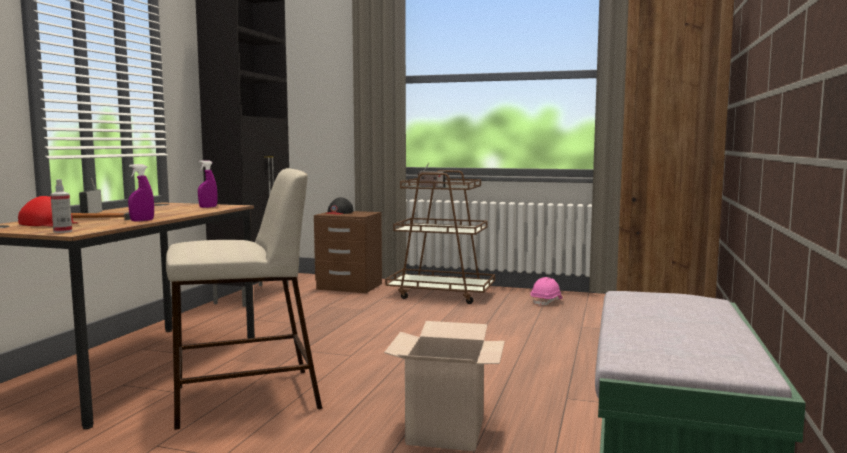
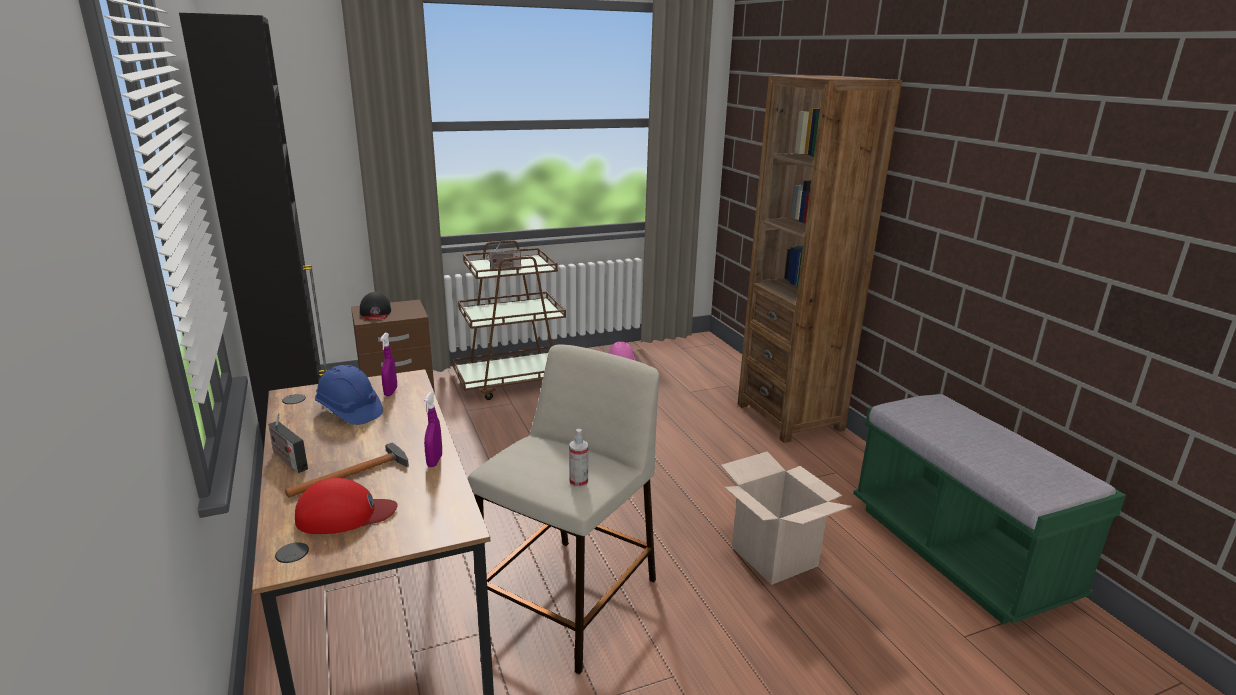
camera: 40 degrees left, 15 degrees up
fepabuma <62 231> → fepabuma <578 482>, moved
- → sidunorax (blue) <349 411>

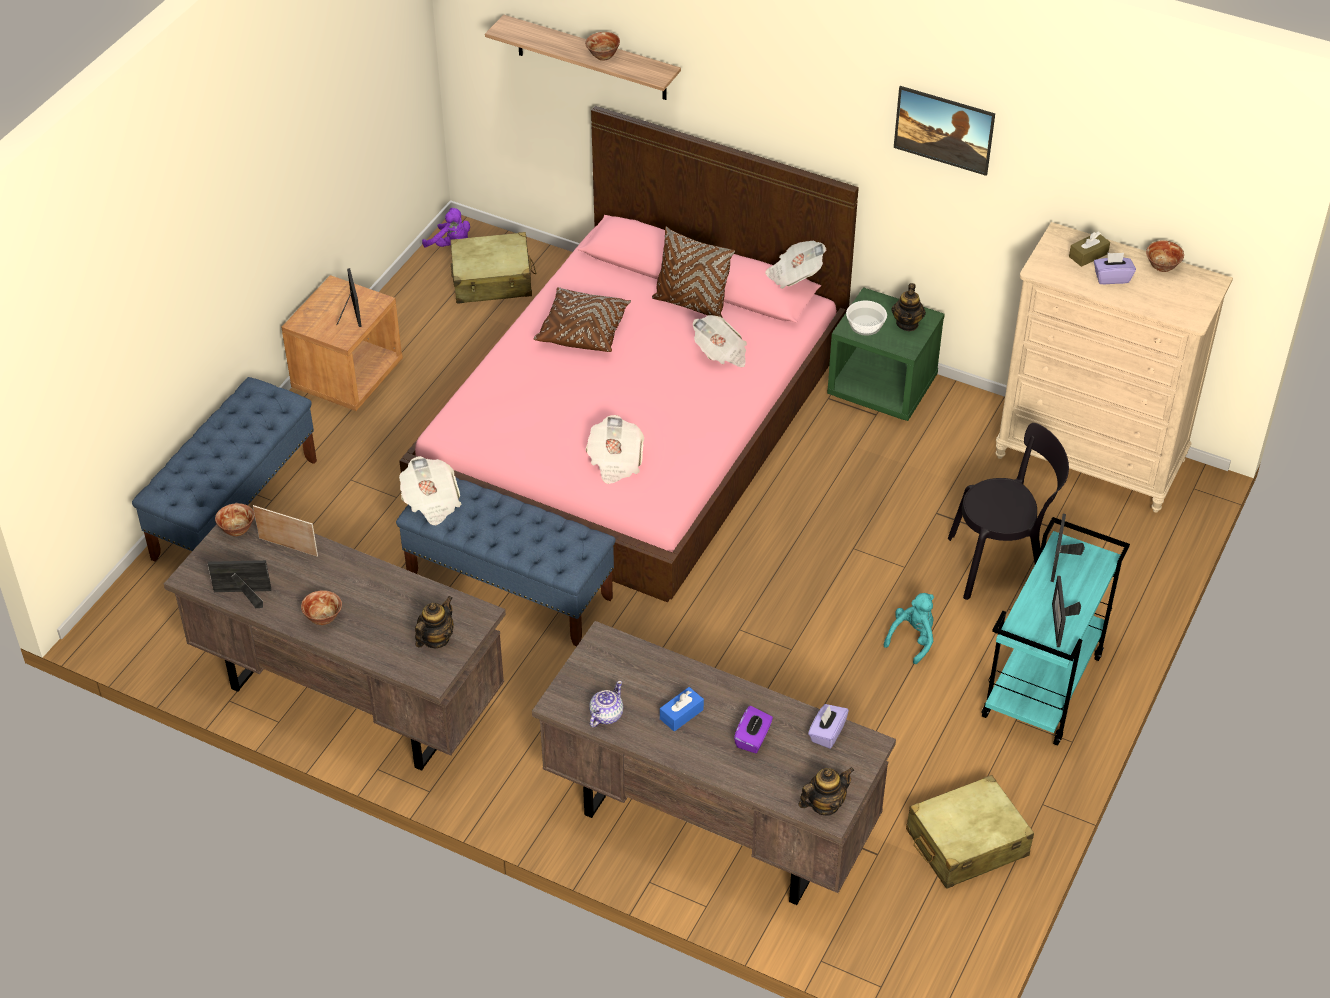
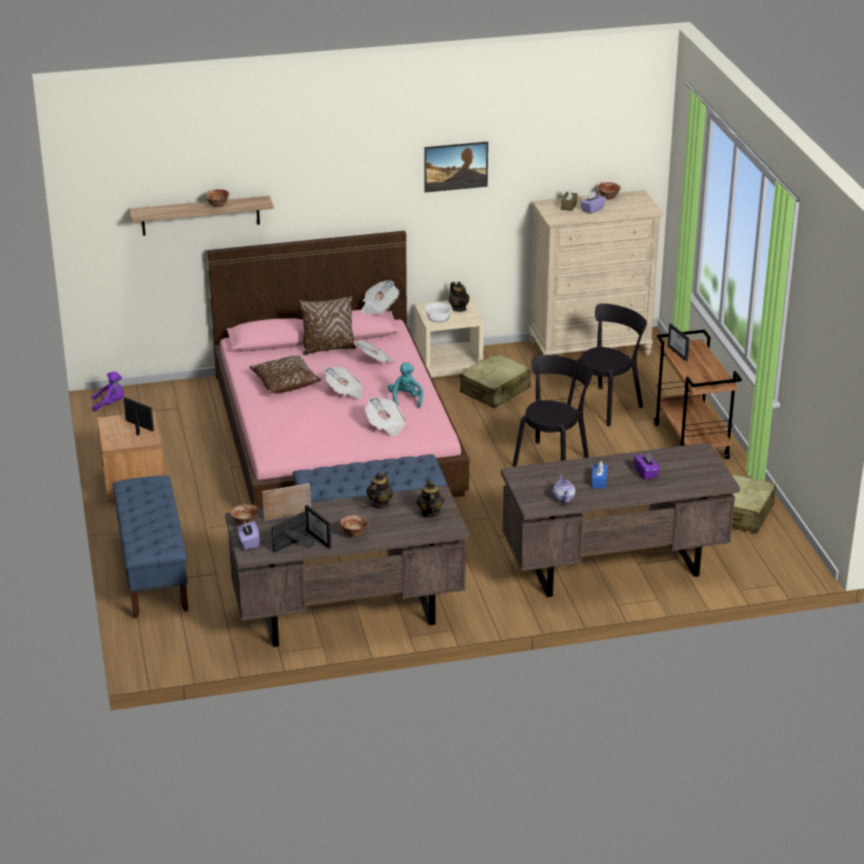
camera: 40 degrees left, 15 degrees down
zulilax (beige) <492 280> → zulilax (beige) <495 390>, moved
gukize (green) <882 388> → gukize (beige) <448 364>
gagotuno <431 502> → gagotuno <345 392>, moved
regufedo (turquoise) <1042 688> → regufedo (brown) <692 442>
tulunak <1062 626> → tulunak <322 538>, moved
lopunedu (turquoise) <912 639> → lopunedu (turquoise) <405 400>, moved
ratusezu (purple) <827 733> → ratusezu (purple) <248 542>, moved
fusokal <824 804> → fusokal <379 504>, moved
- → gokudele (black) <552 460>

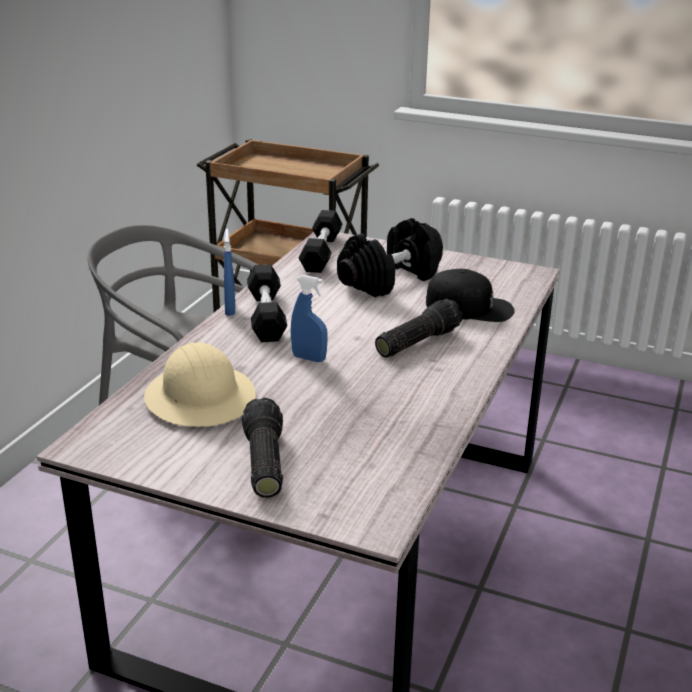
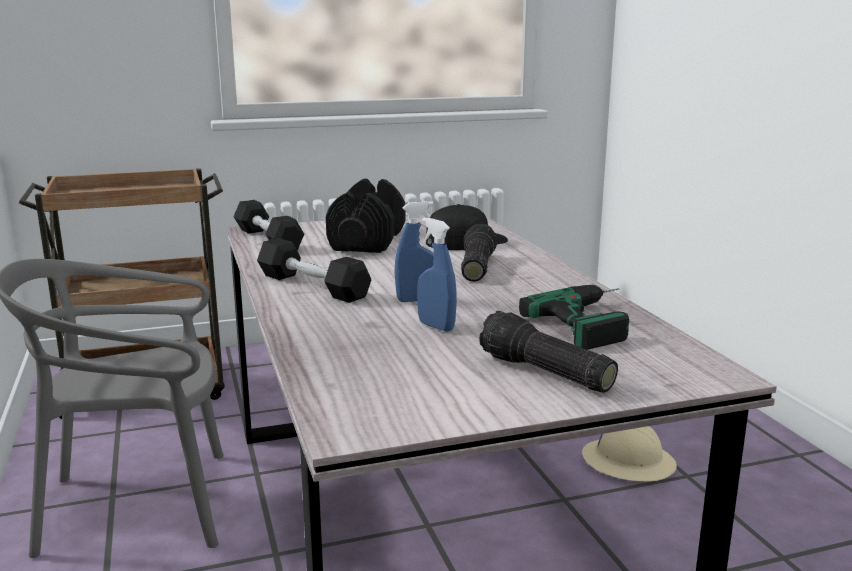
camera: 40 degrees left, 10 degrees down
fepabuma (blue) <230 309> → fepabuma (blue) <436 326>, moved
sidunorax (beige) <201 398> → sidunorax (beige) <628 461>, moved
- → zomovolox <596 321>

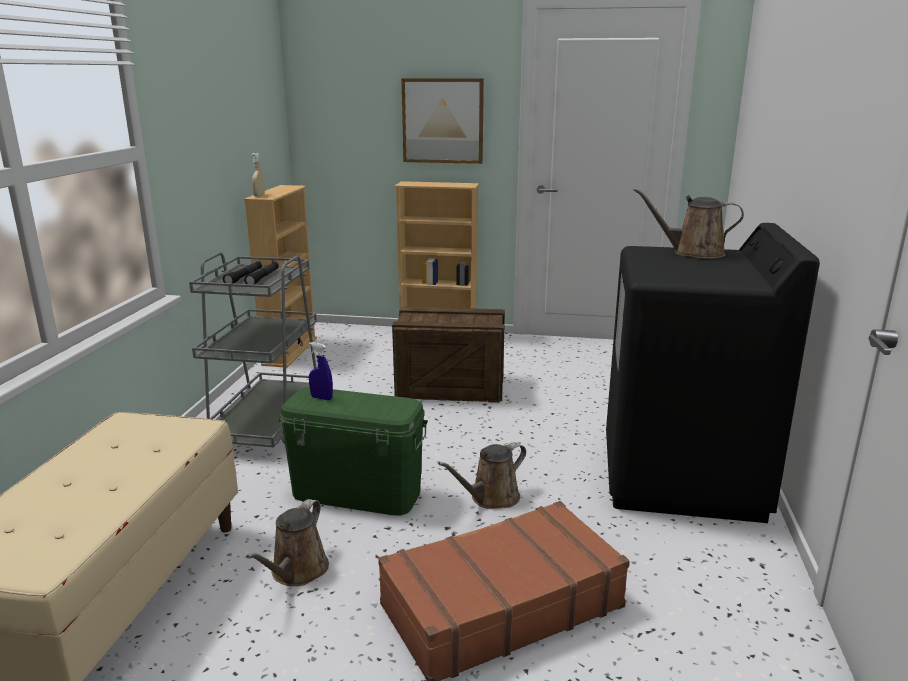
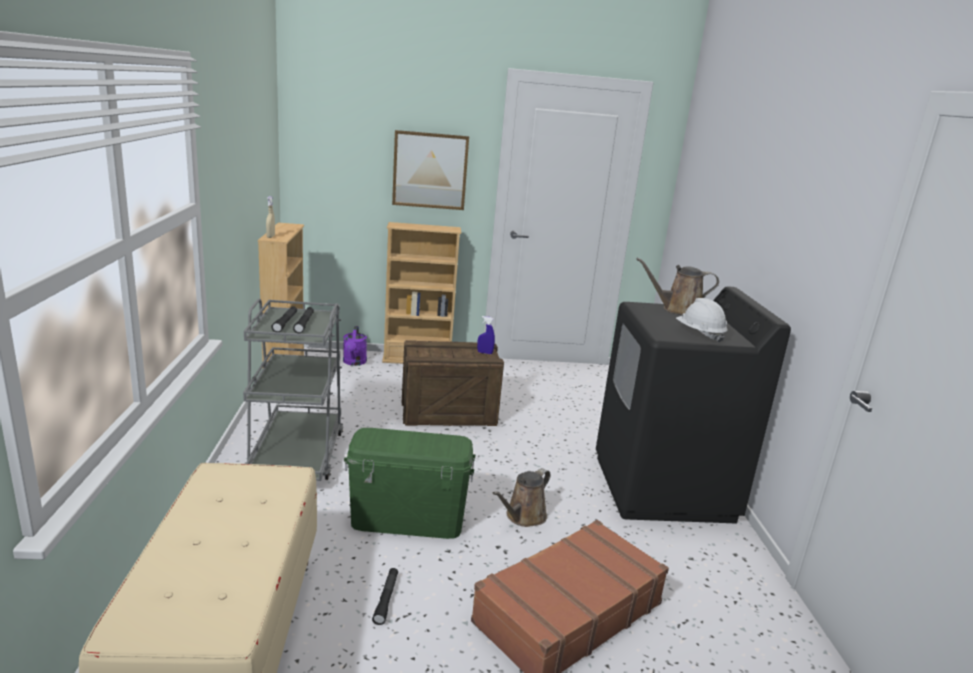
camera: 15 degrees left, 0 degrees up
fepabuma (blue) <321 398> → fepabuma (blue) <485 353>, moved
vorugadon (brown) <297 572> → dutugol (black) <386 599>
- → sidunorax (white) <699 334>
- → vorugadon (purple) <354 362>

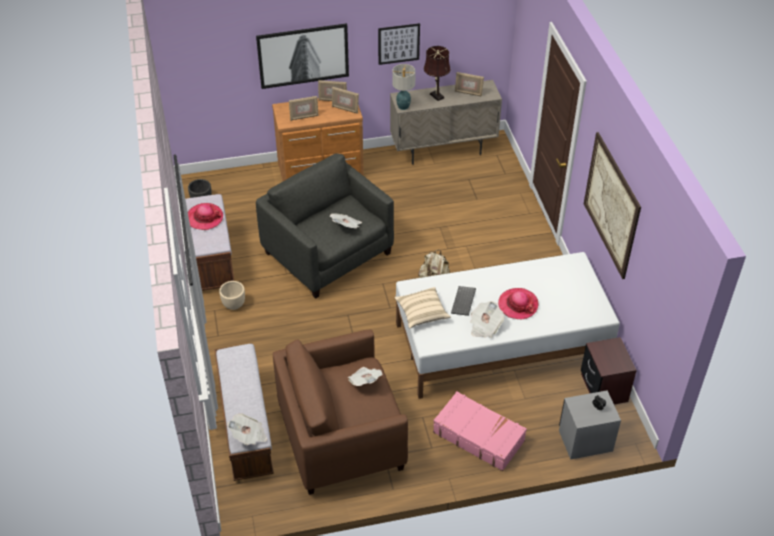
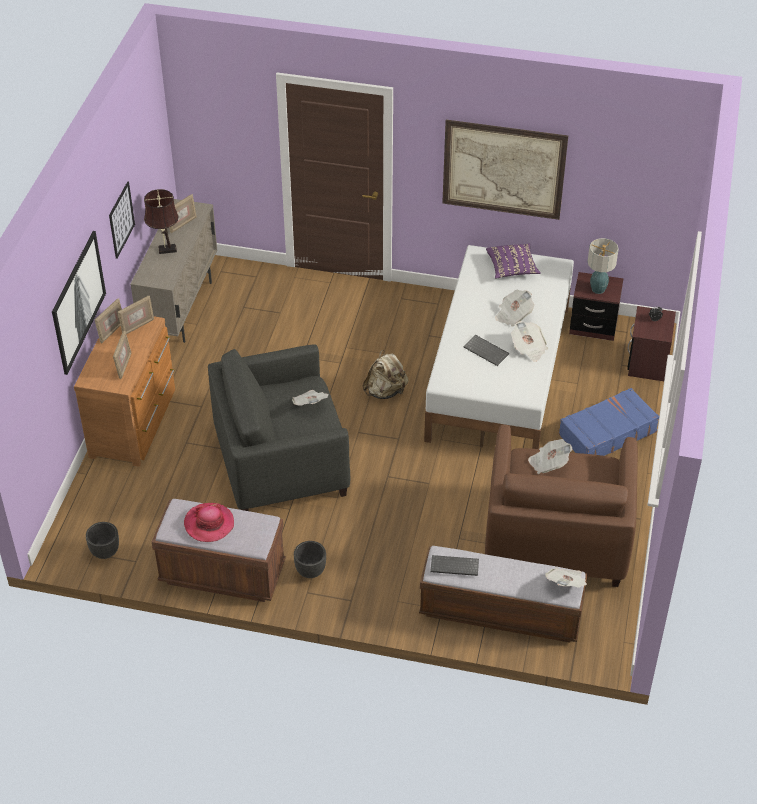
camera: 65 degrees left, 0 degrees up
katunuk <403 106> → katunuk <598 289>, moved
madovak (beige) <234 305> → madovak (black) <311 571>
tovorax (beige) <422 313> → -
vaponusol <518 305> → gagotuno <513 315>
gukize (grey) <585 440> → gukize (brown) <647 363>
zulilax (pink) <478 436> → zulilax (blue) <606 433>
- → tovorax (purple) <512 268>
- → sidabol <453 567>

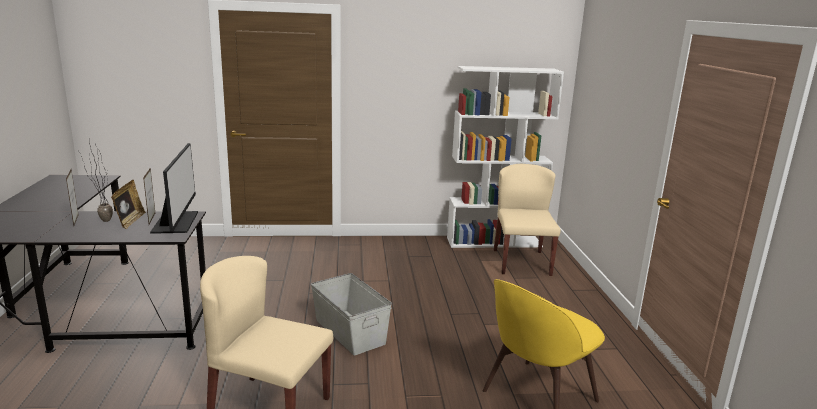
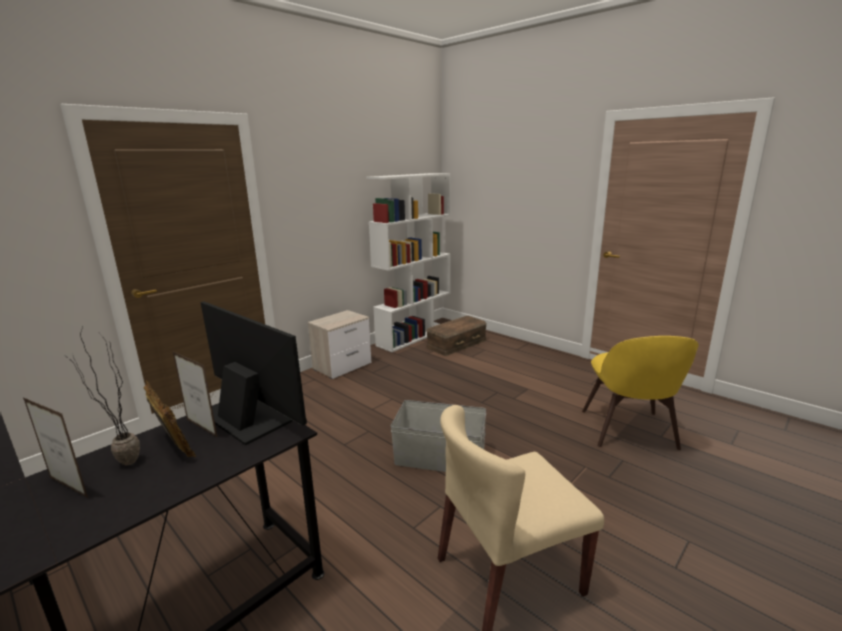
camera: 40 degrees left, 0 degrees up
gokudele (beige) <521 262> → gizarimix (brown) <456 343>
- → gukize <343 366>

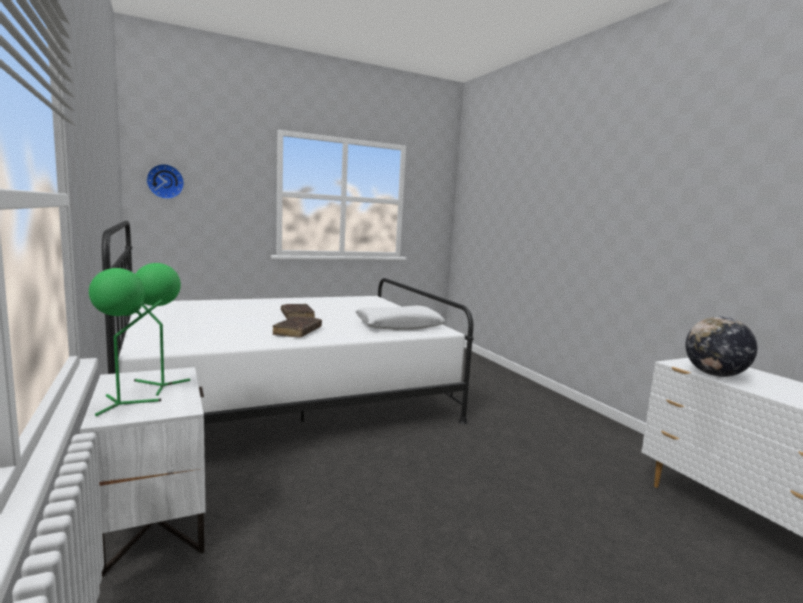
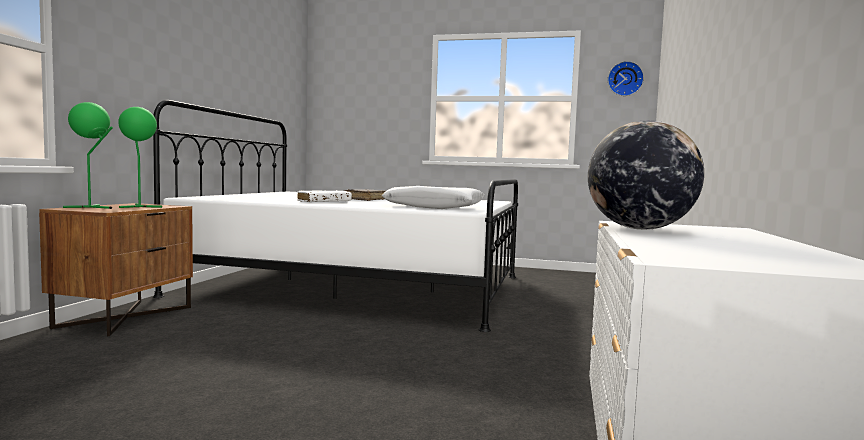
camera: 40 degrees right, 5 degrees down
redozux <165 181> → redozux <625 79>, moved
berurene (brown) <297 332> → berurene (white) <324 202>
gukize (white) <152 520> → gukize (brown) <125 317>

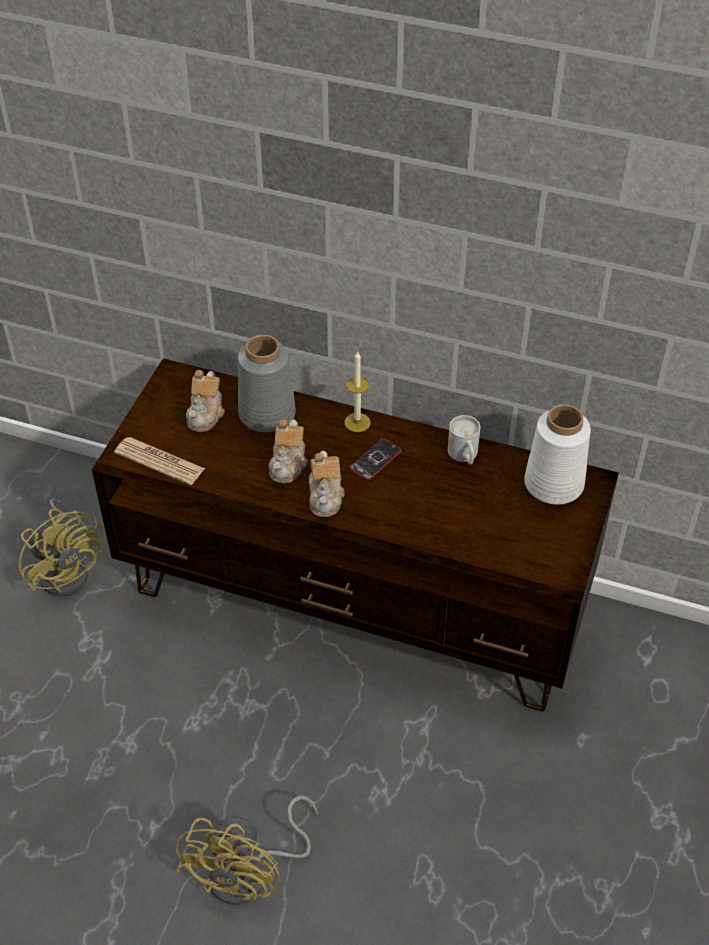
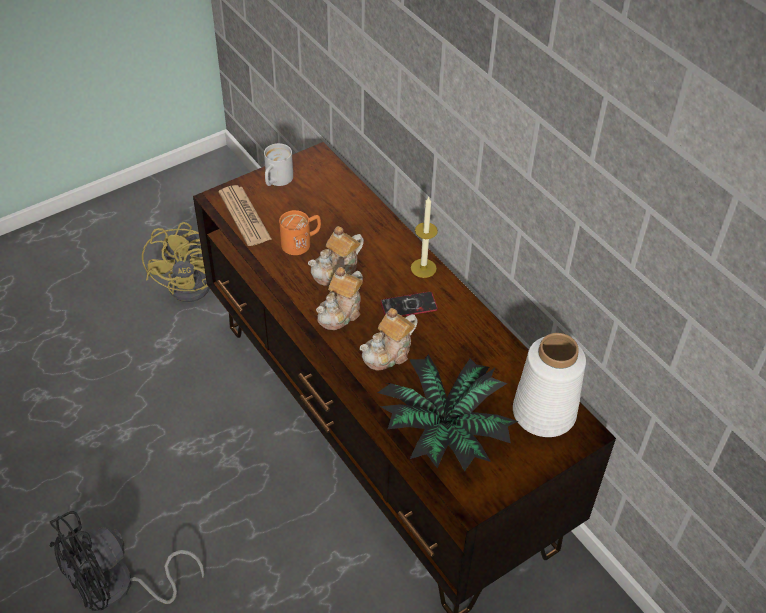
camera: 35 degrees right, 0 degrees up
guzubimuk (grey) <267 413> → -
fusokal <206 414> → fusokal <389 353>, moved
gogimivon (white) <464 456> → gogimivon (white) <276 181>, moved
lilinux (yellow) <250 873> → lilinux (black) <117 588>
- → gogimivon (orange) <302 242>
- → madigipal <443 432>

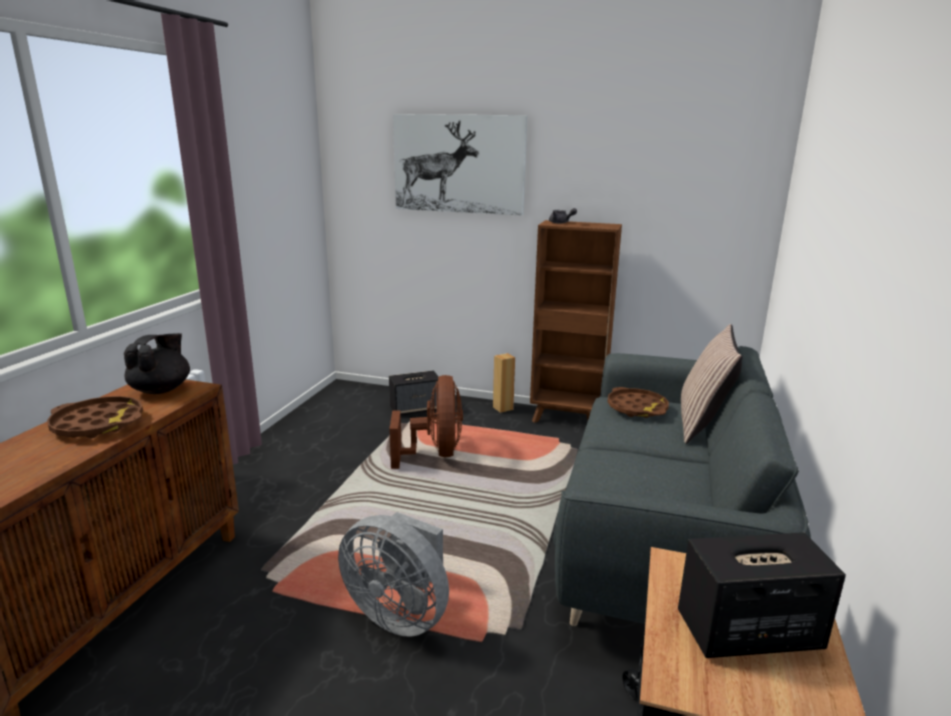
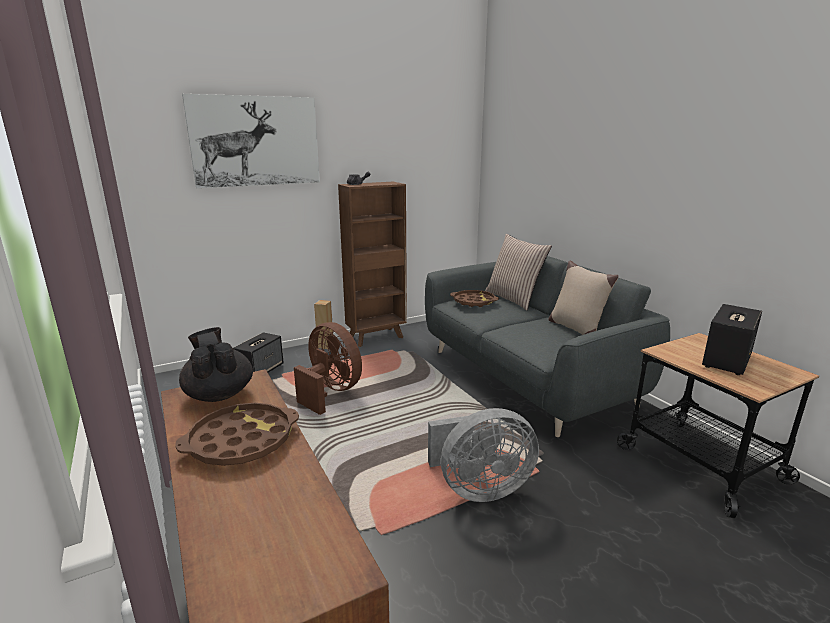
camera: 45 degrees left, 0 degrees up
- → tovorax (beige) <576 329>

